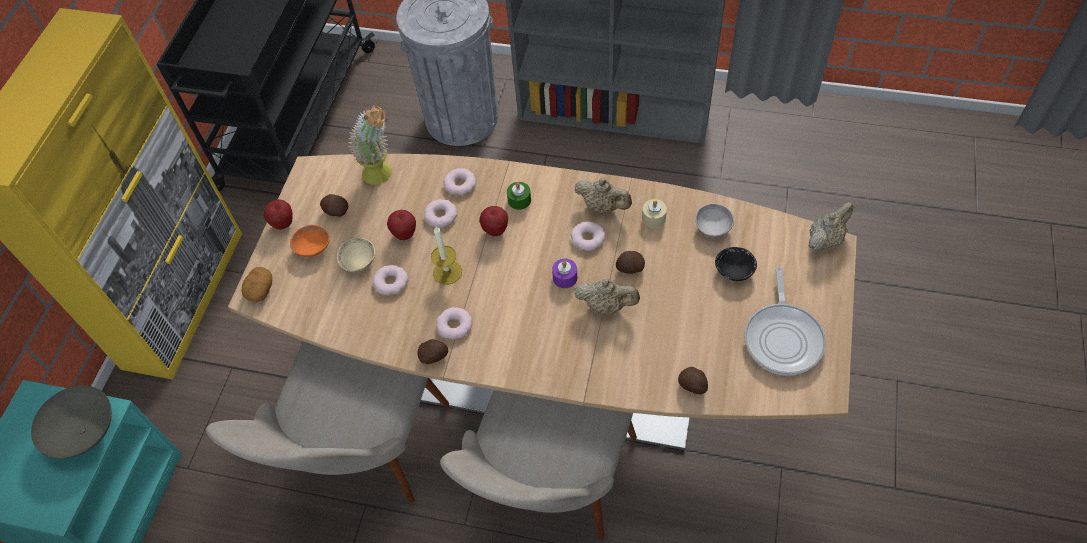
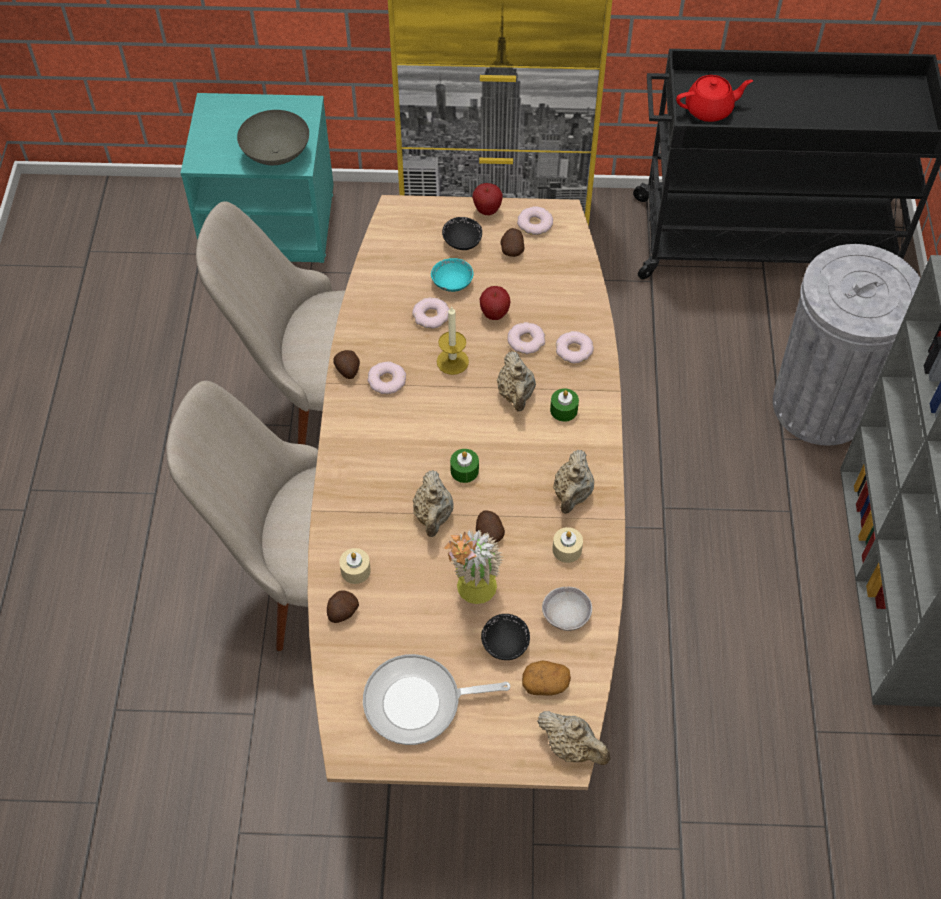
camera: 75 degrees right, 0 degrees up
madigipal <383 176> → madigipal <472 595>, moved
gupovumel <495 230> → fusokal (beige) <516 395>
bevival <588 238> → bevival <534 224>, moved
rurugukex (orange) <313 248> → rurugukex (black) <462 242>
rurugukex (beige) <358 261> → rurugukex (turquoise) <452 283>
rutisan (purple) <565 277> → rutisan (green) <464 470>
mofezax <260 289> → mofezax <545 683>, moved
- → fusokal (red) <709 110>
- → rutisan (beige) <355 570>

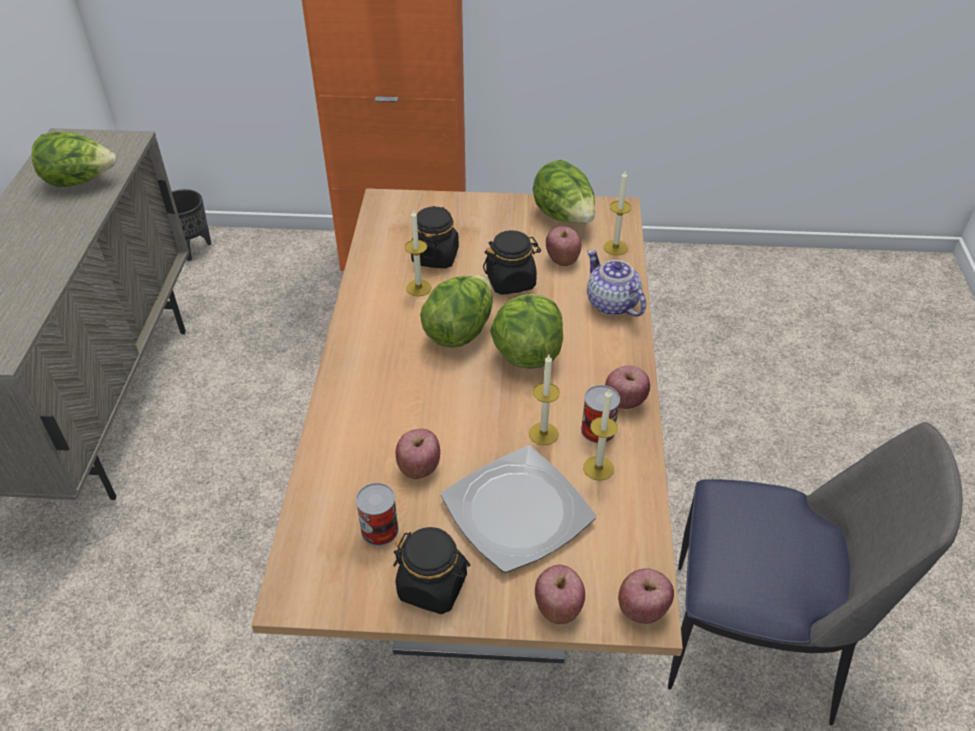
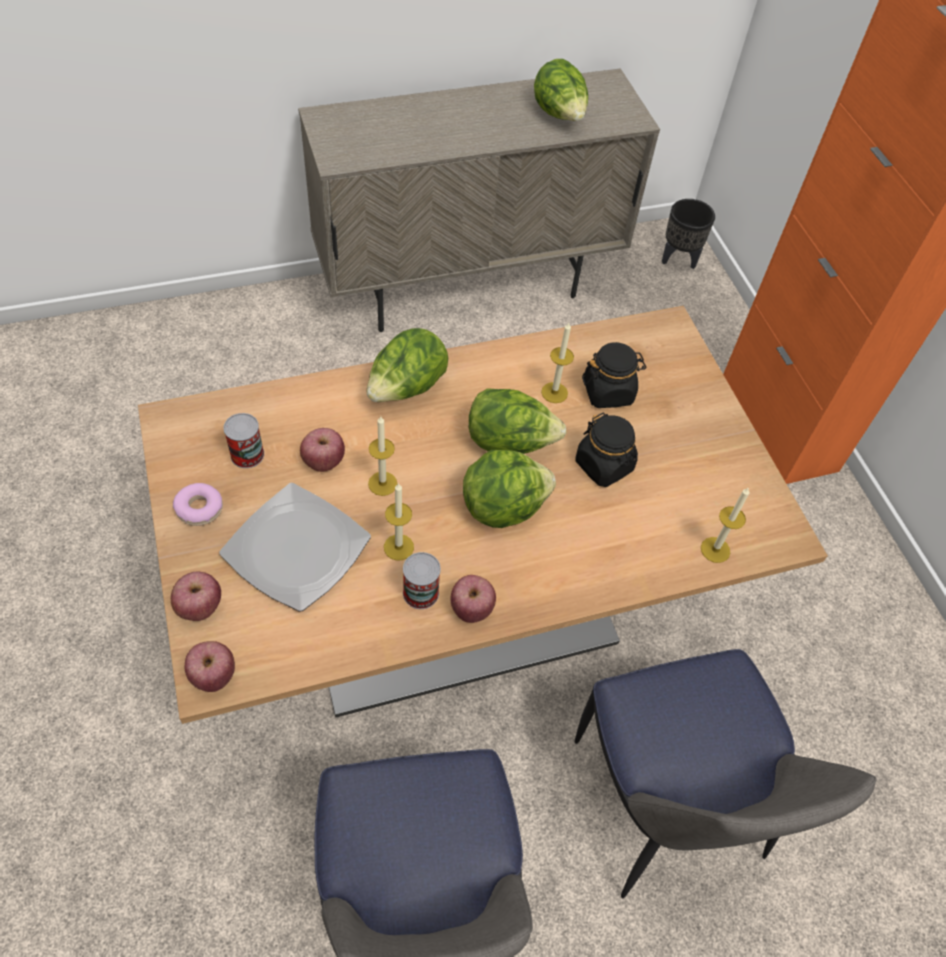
camera: 65 degrees right, 10 degrees up
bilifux <564 217> → bilifux <406 389>, moved
gupovumel <562 259> → -
fusokal <612 304> → -
rutisan <598 468> → rutisan <382 483>, moved
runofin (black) <433 586> → bevival <199 508>
- → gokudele <667 806>

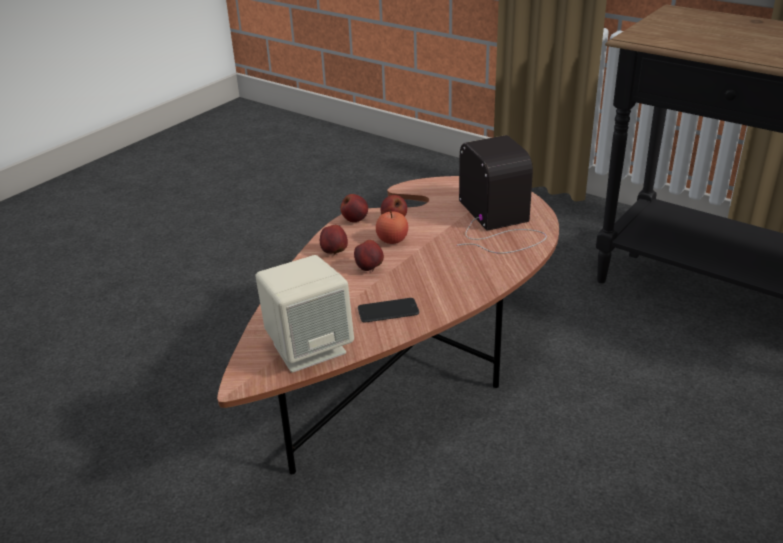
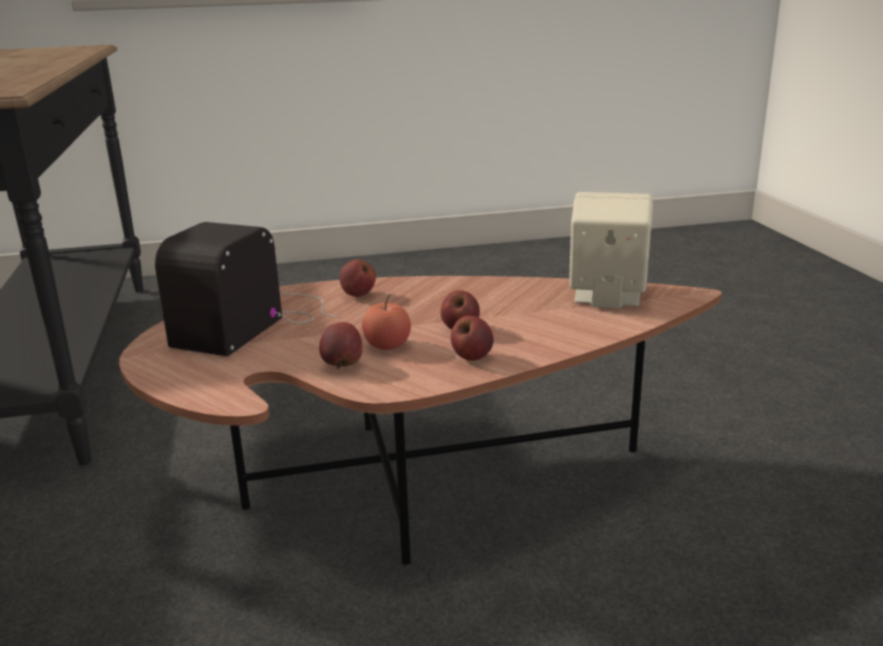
camera: 140 degrees left, 10 degrees down
gupovumel <355 220> → gupovumel <357 295>, moved
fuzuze <388 311> → -

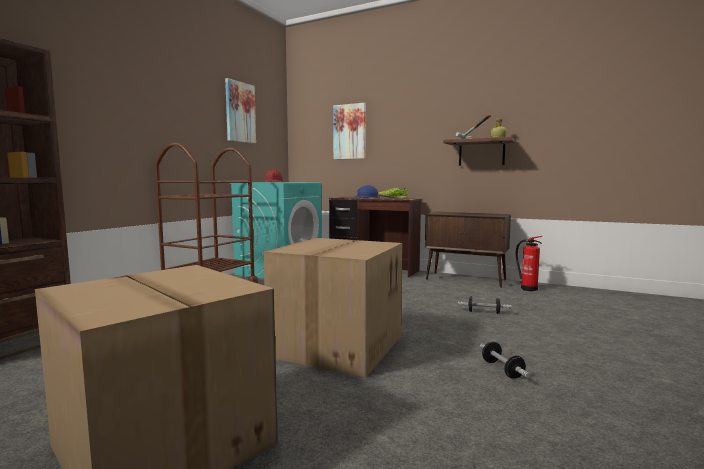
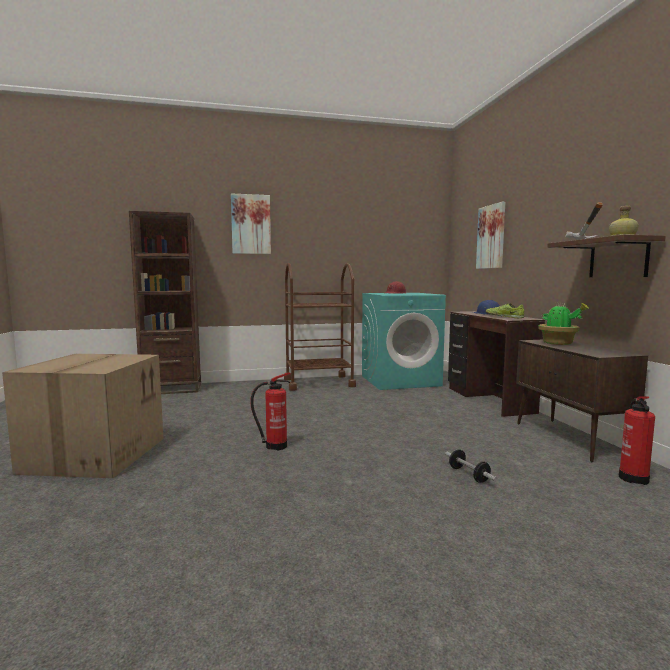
camera: 50 degrees right, 0 degrees up
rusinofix <240 112> → rusinofix <251 224>, moved
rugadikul <337 345> → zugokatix <274 446>
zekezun <502 370> → -
- → madigipal <559 343>

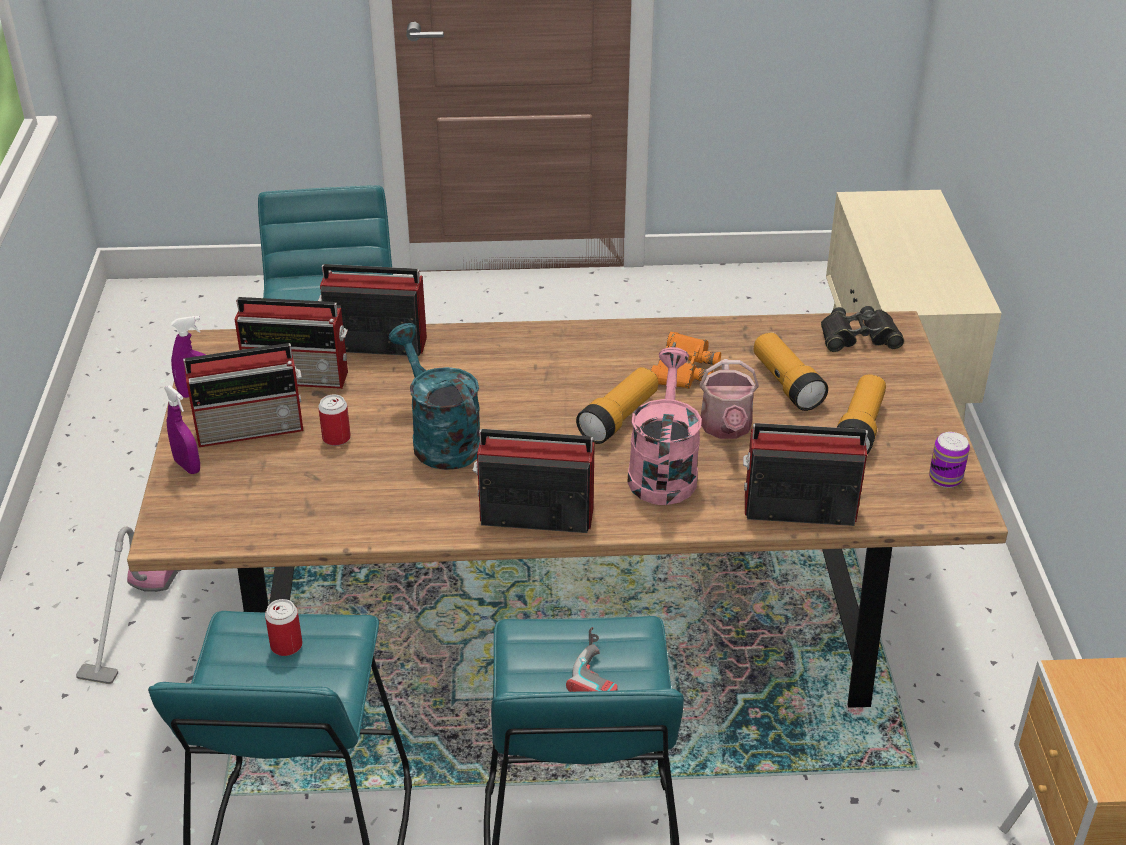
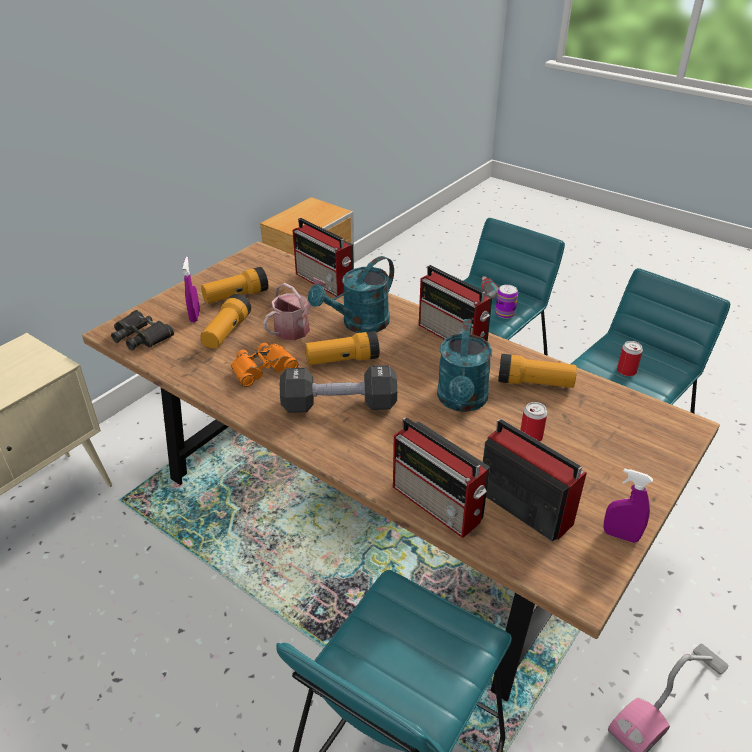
camera: 140 degrees left, 0 degrees up
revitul <252 428> → -
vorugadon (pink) <663 470> → vorugadon (turquoise) <359 324>
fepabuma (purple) <187 466> → fepabuma (purple) <195 316>, moved
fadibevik <945 478> → fadibevik <505 313>, moved
- → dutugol <534 383>
- → zekezun (black) <339 405>

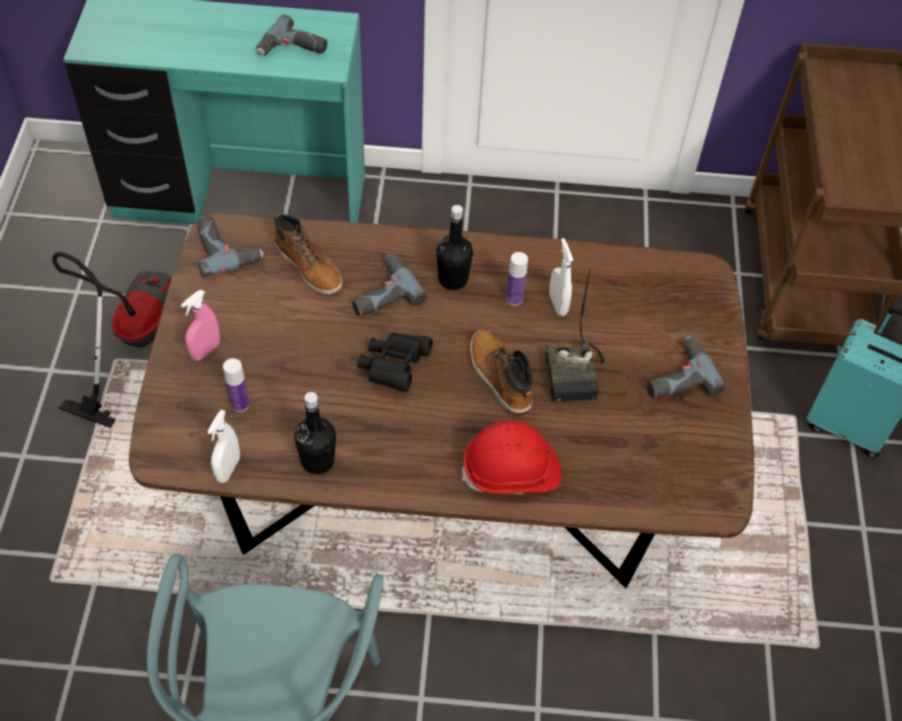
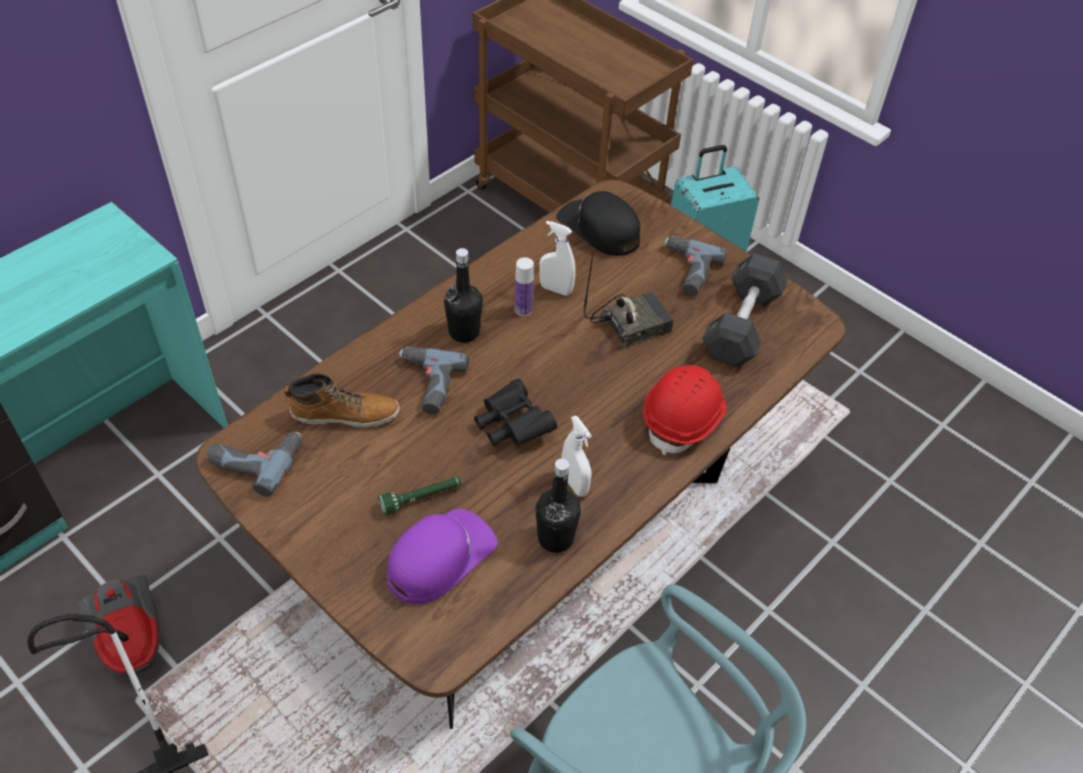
camera: 50 degrees left, 5 degrees down
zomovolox <292 50> → -
revitul <575 375> → revitul <630 323>, 60 degrees counterclockwise
fepabuma (pink) <205 350> → -
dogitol <499 377> → -
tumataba <240 404> → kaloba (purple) <440 558>
fepabuma (white) <228 469> → fepabuma (white) <574 484>, moved
- → kaloba (black) <599 229>
- → zekezun (grey) <741 325>
- → dutugol (green) <421 499>

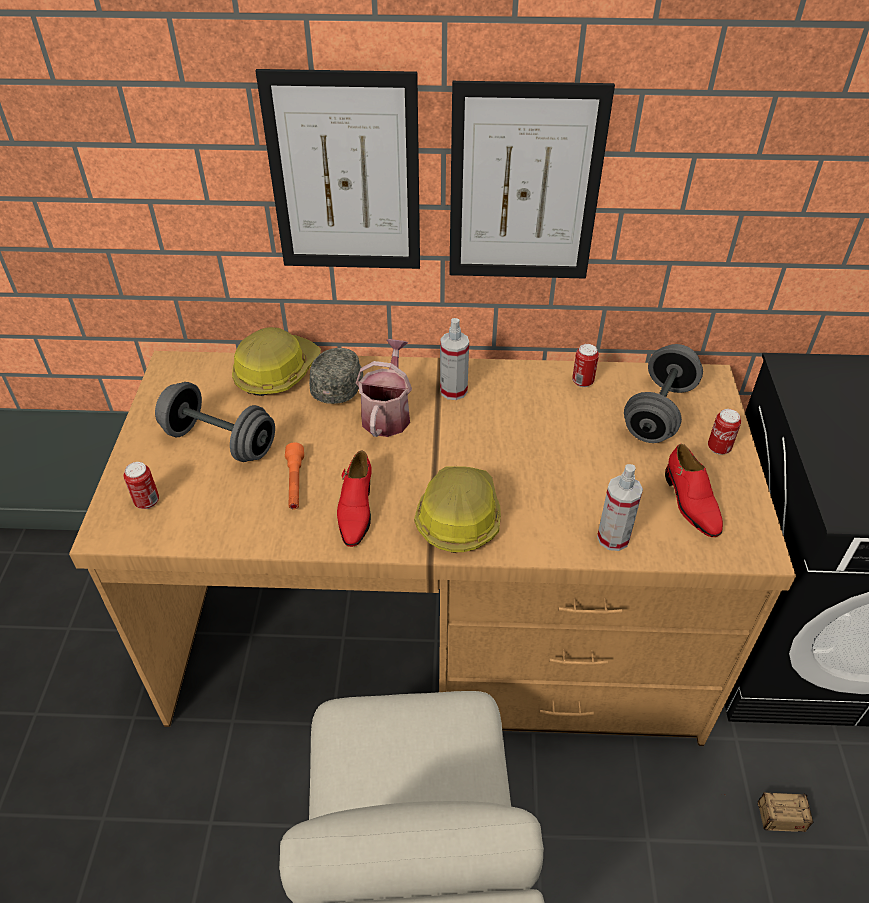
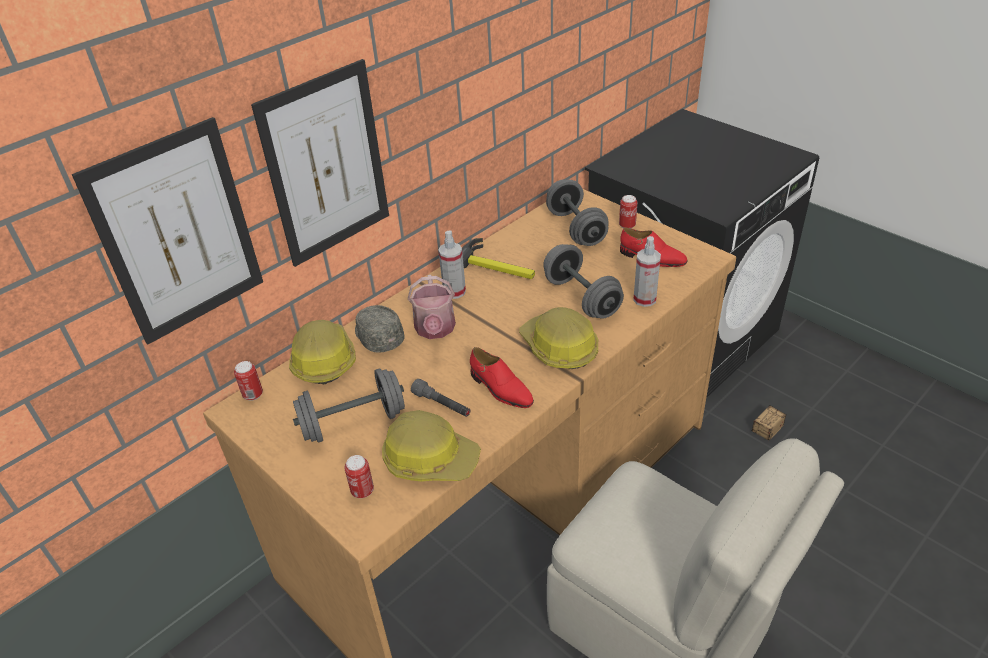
camera: 45 degrees left, 5 degrees down
rusinofix <524 186> → rusinofix <178 233>, moved
vorugadon <387 413> → vorugadon <435 330>, 150 degrees counterclockwise
fadibevik <582 381> → fadibevik <253 395>, moved
dutugol (orange) <295 483> → dutugol (grey) <442 405>
- → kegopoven <496 268>
- → zekezun (grey) <581 298>
- → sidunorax <430 458>

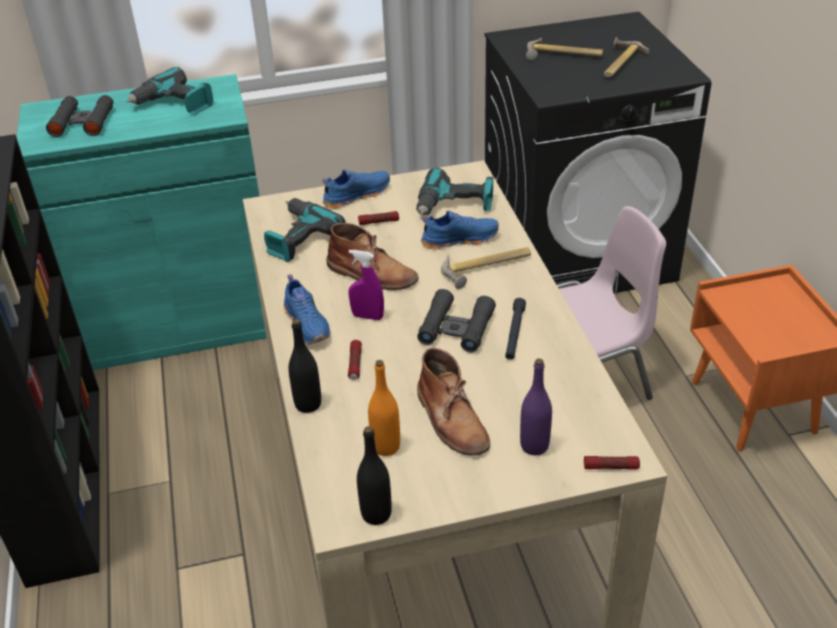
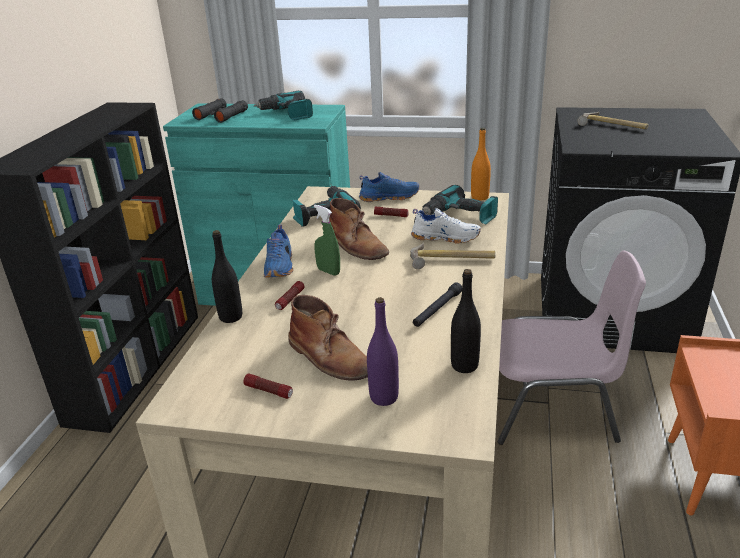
camera: 25 degrees right, 10 degrees down
kegopoven <618 63> → -
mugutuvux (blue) <459 239> → mugutuvux (white) <445 237>
fepabuma (purple) <367 316> → fepabuma (green) <328 271>
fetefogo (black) <456 328> → -
dogitol (brown) <452 420> → dogitol (brown) <330 357>, 45 degrees counterclockwise
tumataba (orange) <386 446> → tumataba (orange) <479 197>, moved
tumataba (black) <376 514> → tumataba (black) <464 366>, moved
dutugol <611 467> → dutugol <269 391>, moved

